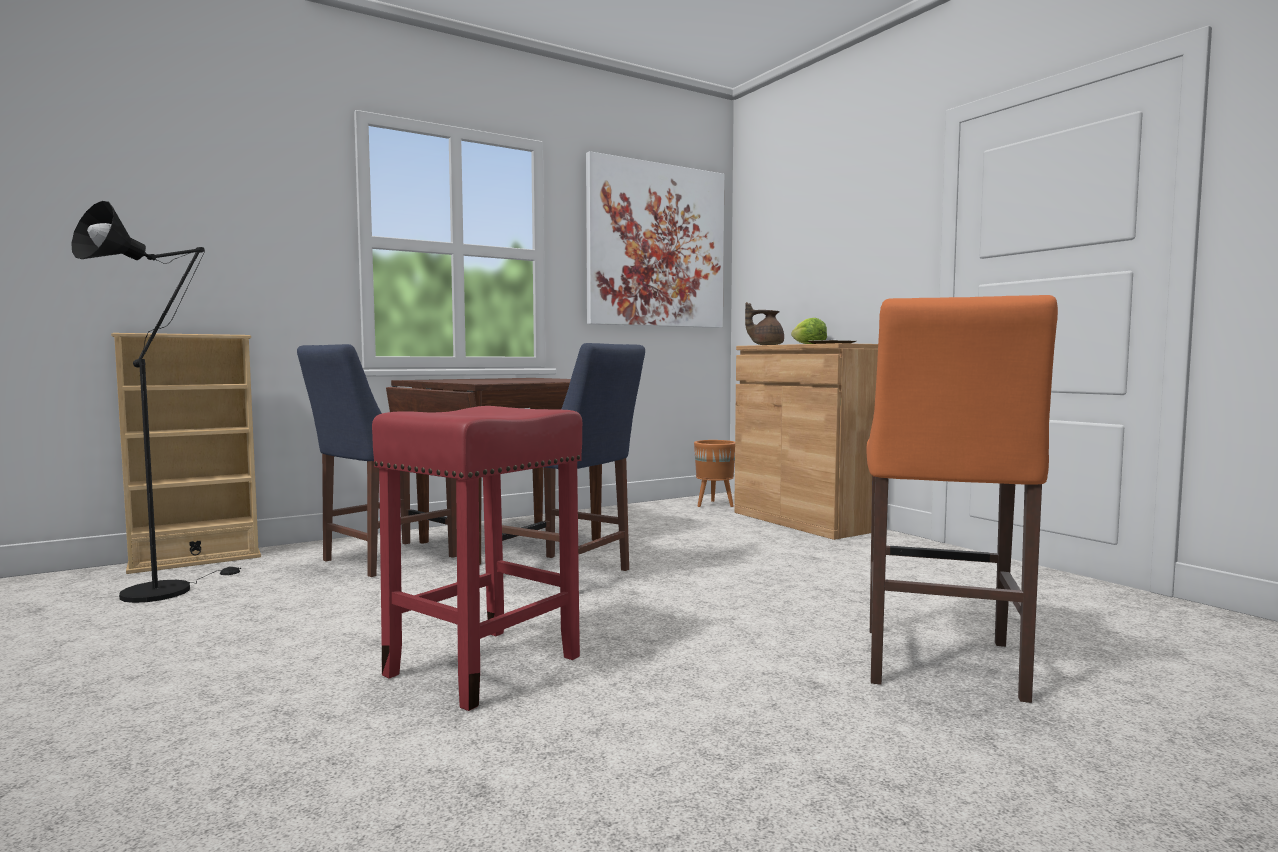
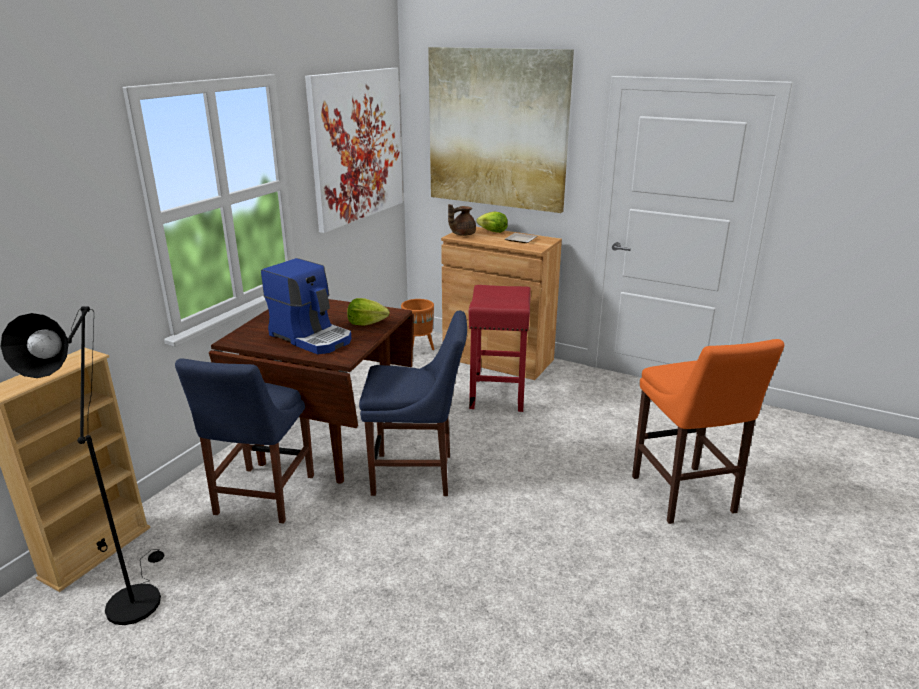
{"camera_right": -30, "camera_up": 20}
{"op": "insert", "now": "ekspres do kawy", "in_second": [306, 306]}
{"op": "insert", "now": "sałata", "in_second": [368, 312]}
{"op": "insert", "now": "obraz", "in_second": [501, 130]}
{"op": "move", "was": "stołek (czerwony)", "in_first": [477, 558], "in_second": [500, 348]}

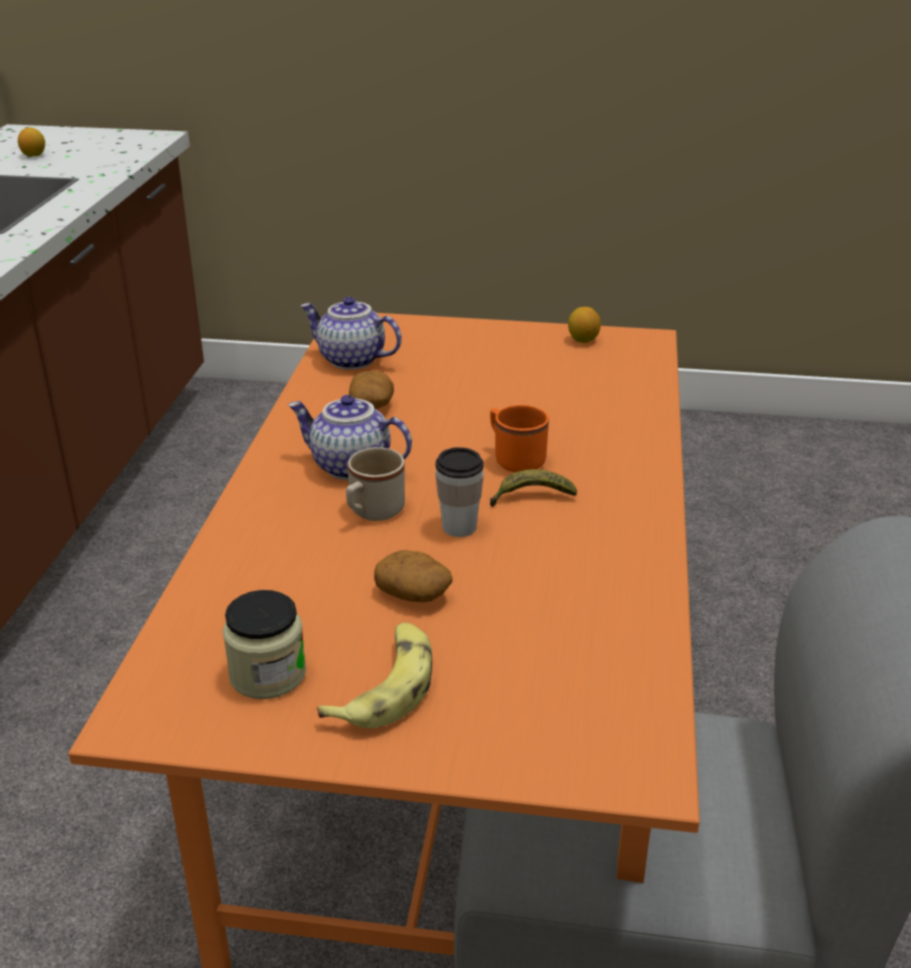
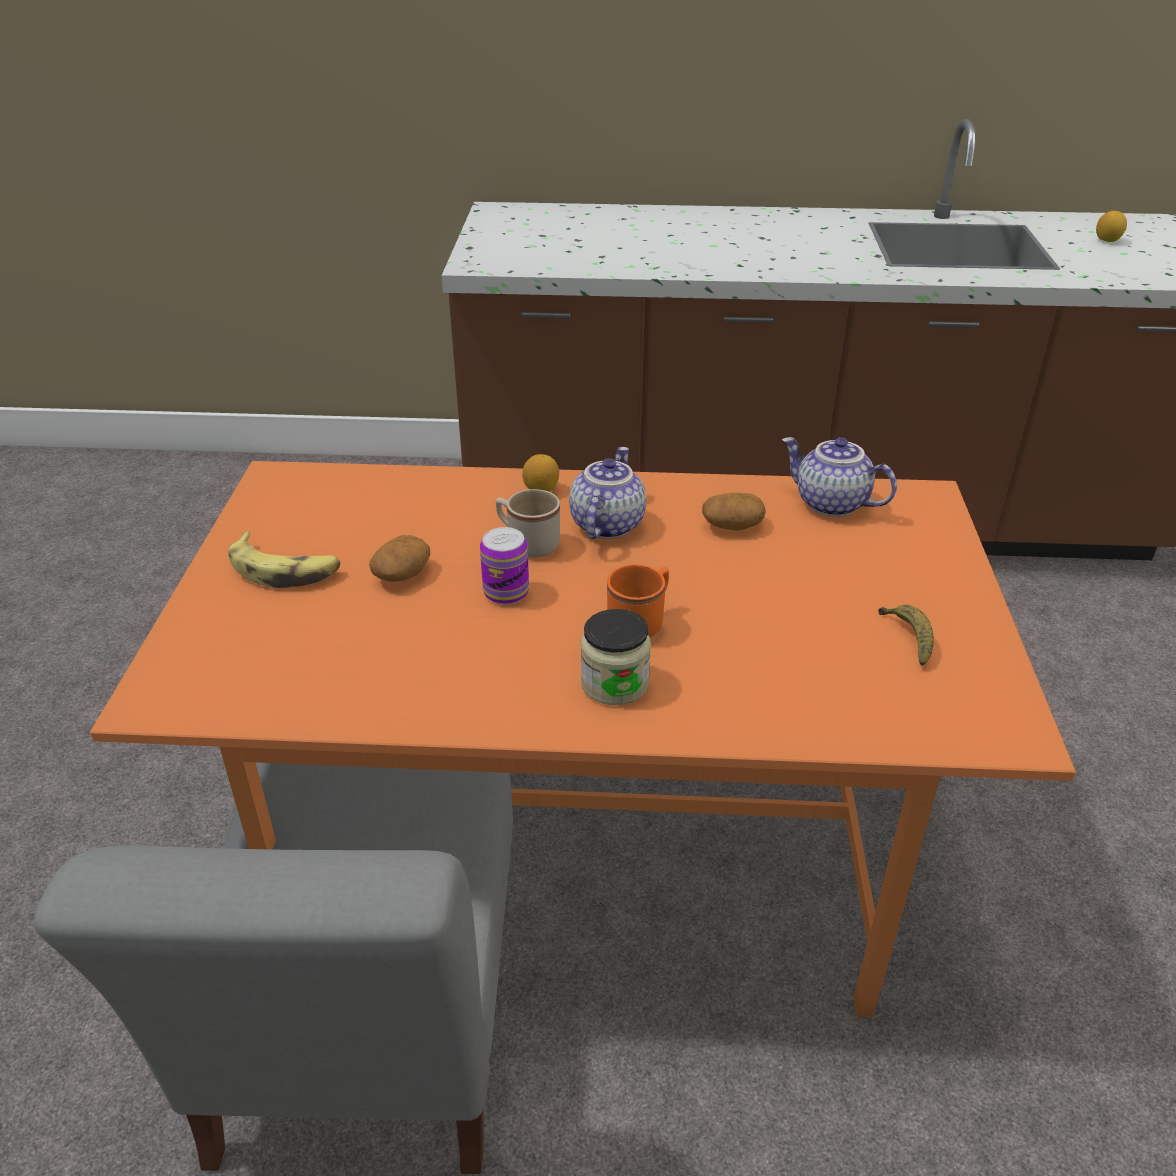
{"camera_right": 85, "camera_up": 5}
{"op": "move", "was": "słoik", "in_first": [264, 644], "in_second": [616, 657]}
{"op": "move", "was": "banan", "in_first": [533, 488], "in_second": [906, 635]}
{"op": "move", "was": "cytryna", "in_first": [584, 325], "in_second": [540, 472]}
{"op": "replace", "was": "filiżanka", "now": "puszka", "in_first": [459, 492], "in_second": [504, 566]}
{"op": "rotate", "was": "imbryk", "in_first": [351, 333], "in_second": [839, 477], "clockwise": -75}

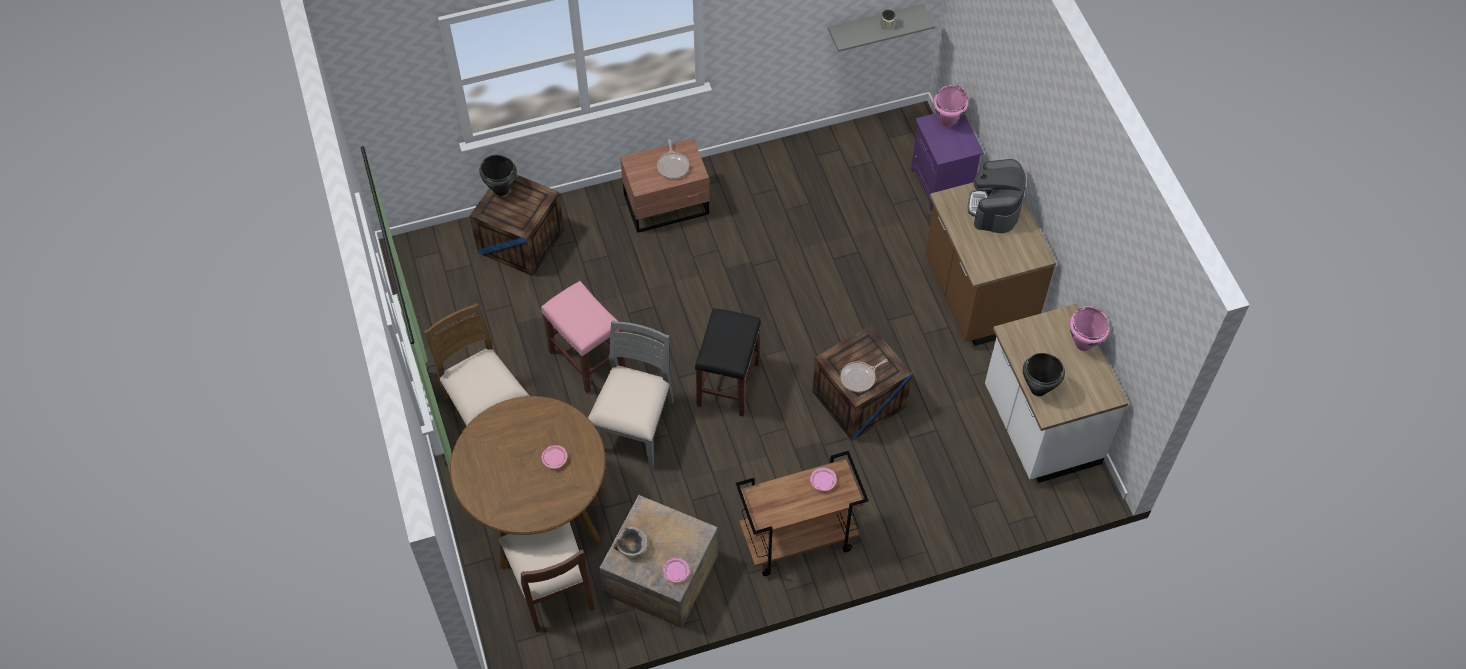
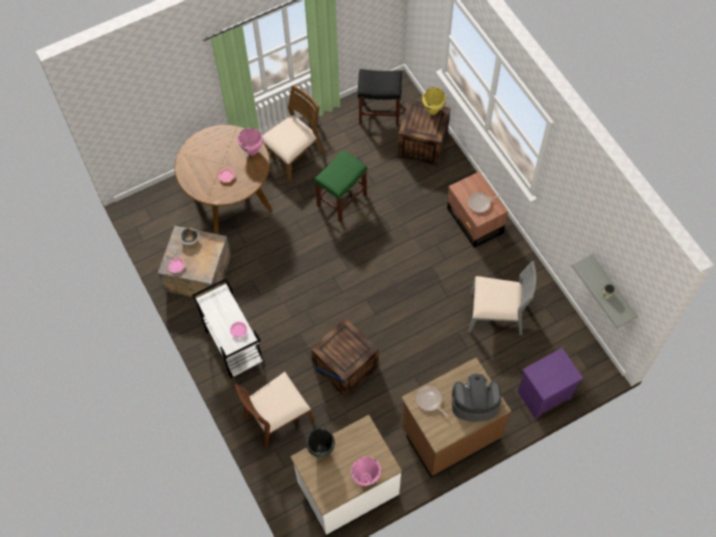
{"camera_right": 80, "camera_up": 5}
{"op": "move", "was": "krzesło (brązowy)", "in_first": [546, 577], "in_second": [274, 410]}
{"op": "move", "was": "krzesło (szary)", "in_first": [631, 394], "in_second": [502, 298]}
{"op": "move", "was": "stołek (czarny)", "in_first": [728, 362], "in_second": [380, 97]}
{"op": "move", "was": "patelnia", "in_first": [864, 375], "in_second": [432, 401]}
{"op": "move", "was": "garnek (różowy)", "in_first": [951, 106], "in_second": [250, 142]}
{"op": "recolor", "was": "garnek (czarny)", "now": "garnek (żółty)", "in_first": [498, 175], "in_second": [434, 101]}
{"op": "recolor", "was": "stołek (różowy)", "now": "stołek (zielony)", "in_first": [583, 337], "in_second": [340, 186]}
{"op": "recolor", "was": "wózek (brązowy)", "now": "wózek (biały)", "in_first": [802, 513], "in_second": [228, 328]}

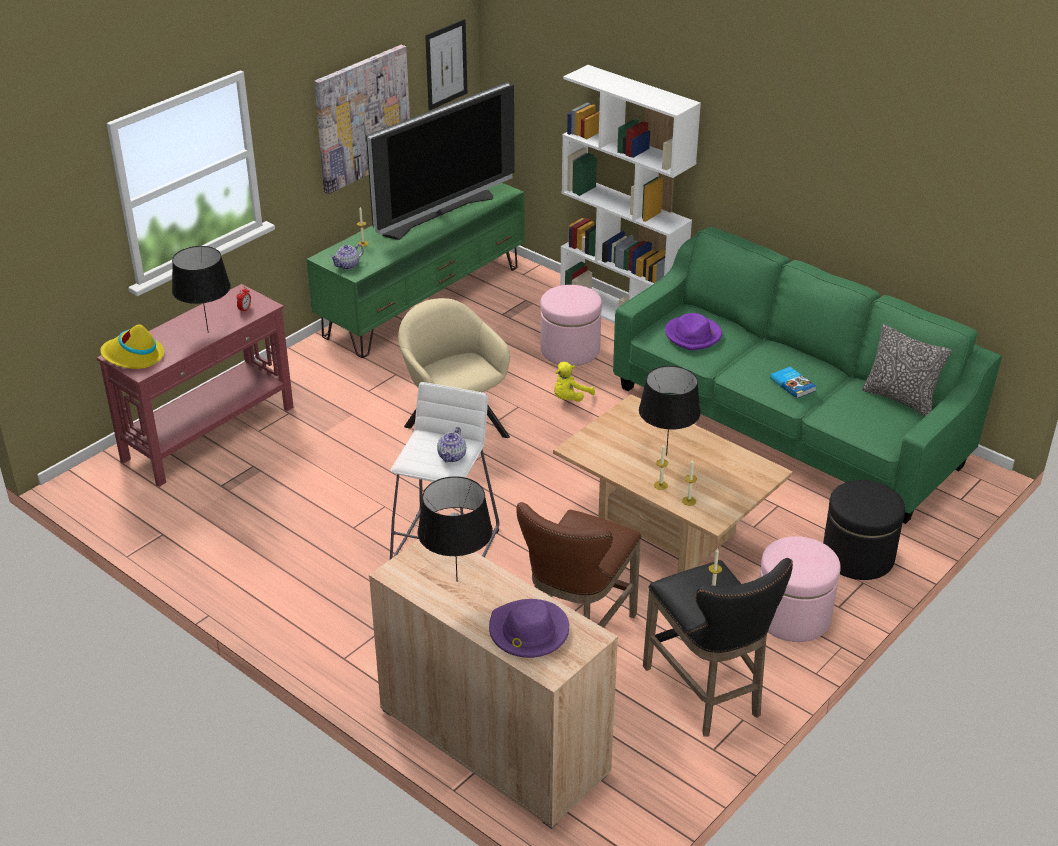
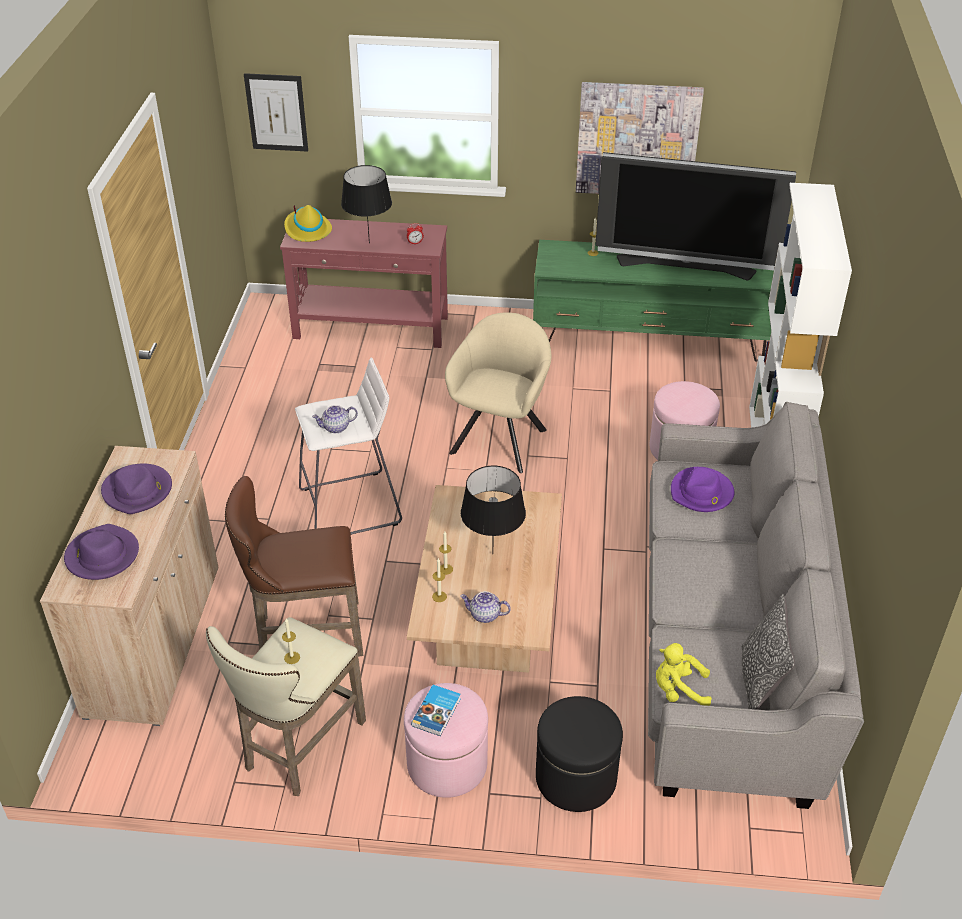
{"camera_right": 55, "camera_up": 5}
{"op": "move", "was": "imbryk", "in_first": [347, 257], "in_second": [485, 607]}
{"op": "move", "was": "obraz", "in_first": [446, 65], "in_second": [276, 112]}
{"op": "move", "was": "pluszak (żółty)", "in_first": [574, 382], "in_second": [684, 674]}
{"op": "move", "was": "książka", "in_first": [793, 382], "in_second": [436, 710]}
{"op": "replace", "was": "lampa stołowa (czarny)", "now": "kapelusz (fioletowy)", "in_first": [455, 529], "in_second": [136, 489]}
{"op": "recolor", "was": "kanapa (zielony)", "now": "kanapa (szary)", "in_first": [807, 375], "in_second": [756, 605]}
{"op": "recolor", "was": "stołek (czarny)", "now": "stołek (beżowy)", "in_first": [718, 647], "in_second": [286, 706]}

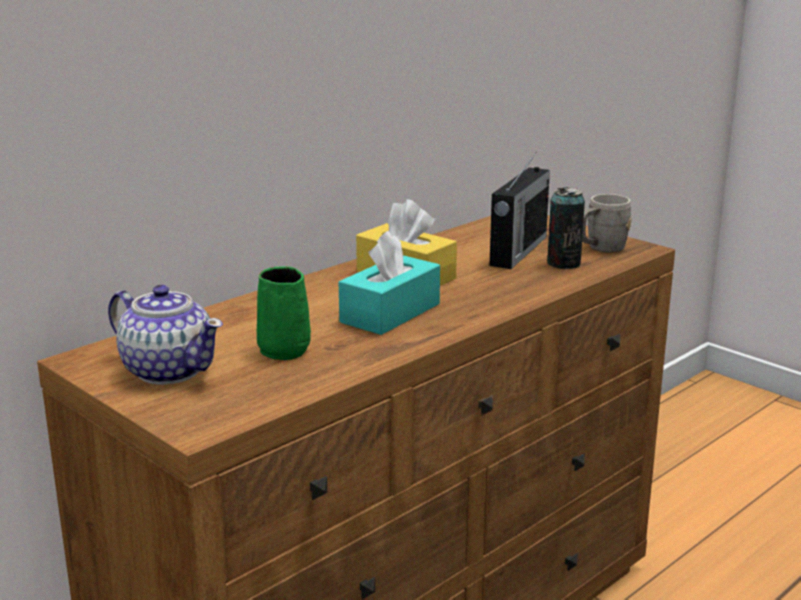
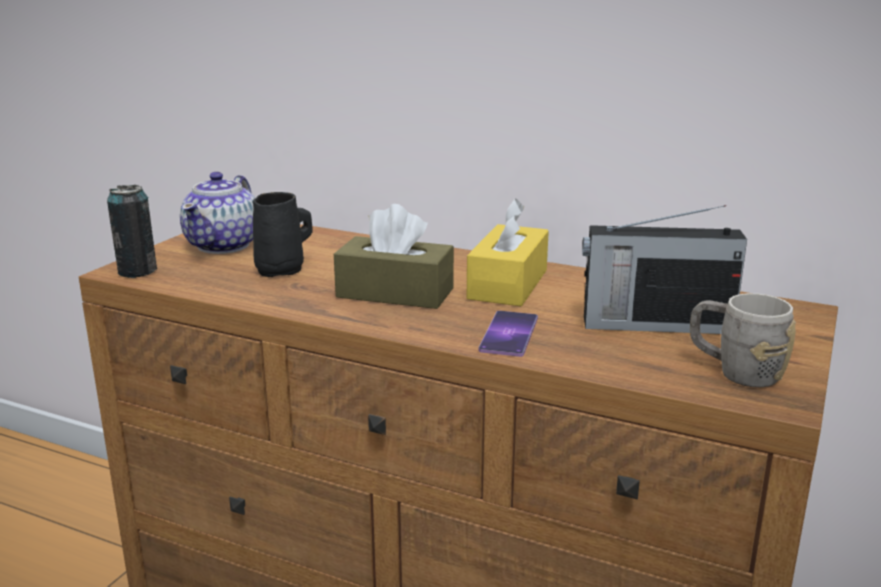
{"camera_right": 70, "camera_up": 0}
{"op": "insert", "now": "telefon", "in_second": [508, 334]}
{"op": "move", "was": "puszka", "in_first": [566, 228], "in_second": [132, 231]}
{"op": "recolor", "was": "kubek (zielony)", "now": "kubek (czarny)", "in_first": [284, 313], "in_second": [283, 234]}
{"op": "recolor", "was": "pudełko chusteczek (turkusowy)", "now": "pudełko chusteczek (brązowy)", "in_first": [389, 283], "in_second": [394, 256]}

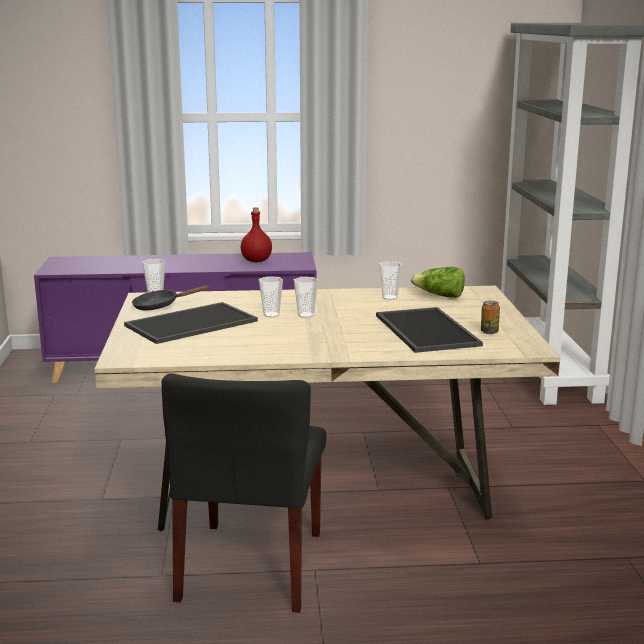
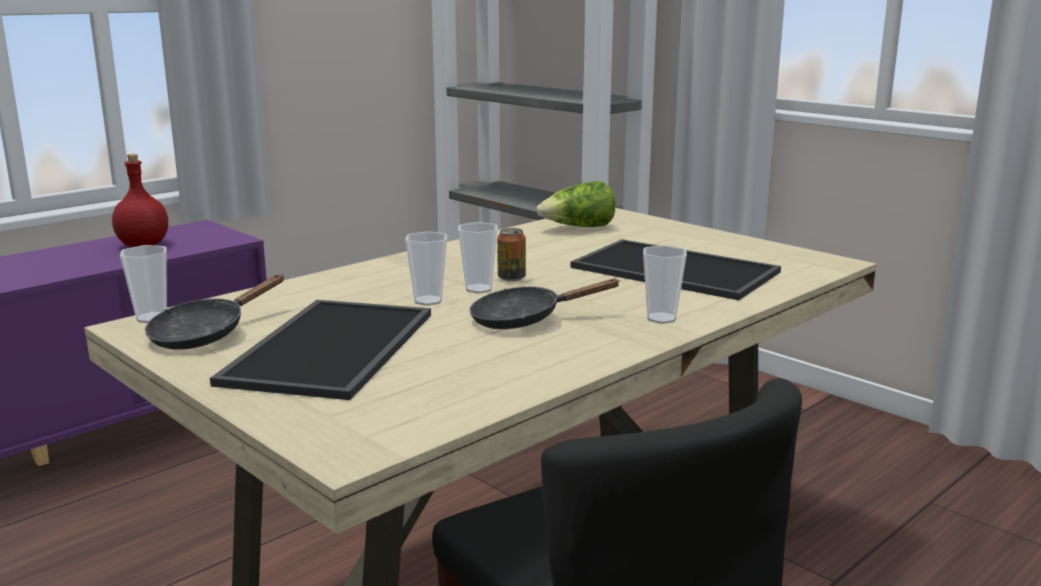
{"camera_right": -40, "camera_up": 0}
{"op": "insert", "now": "patelnia (czarny)", "in_second": [544, 304]}
{"op": "move", "was": "filiżanka", "in_first": [391, 280], "in_second": [665, 284]}
{"op": "move", "was": "puszka", "in_first": [490, 317], "in_second": [511, 254]}

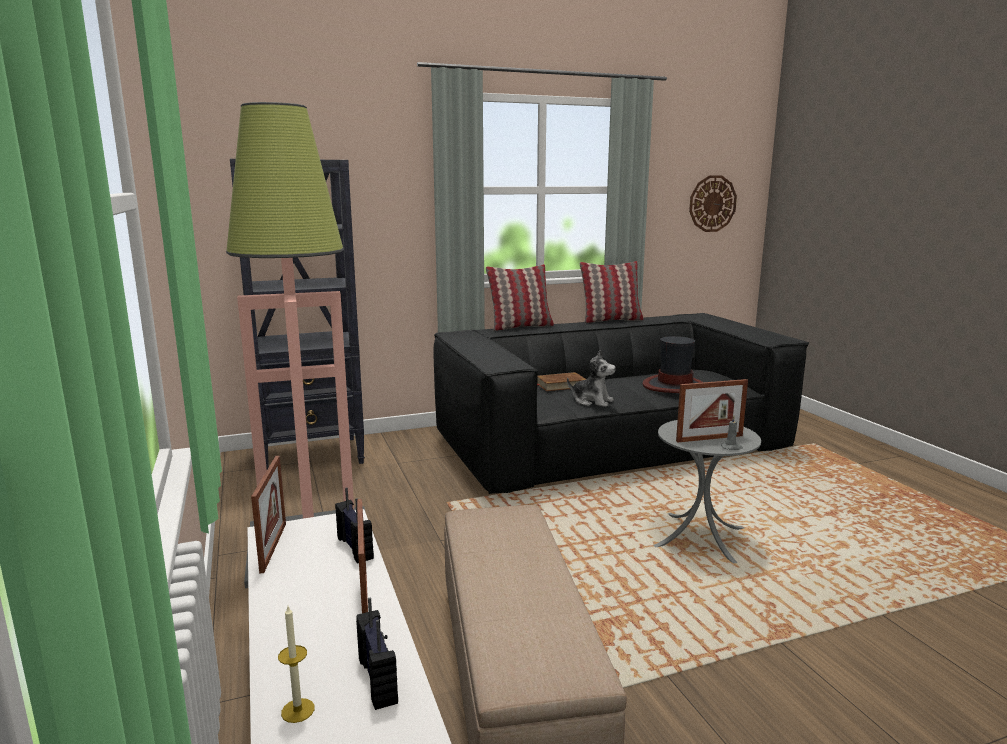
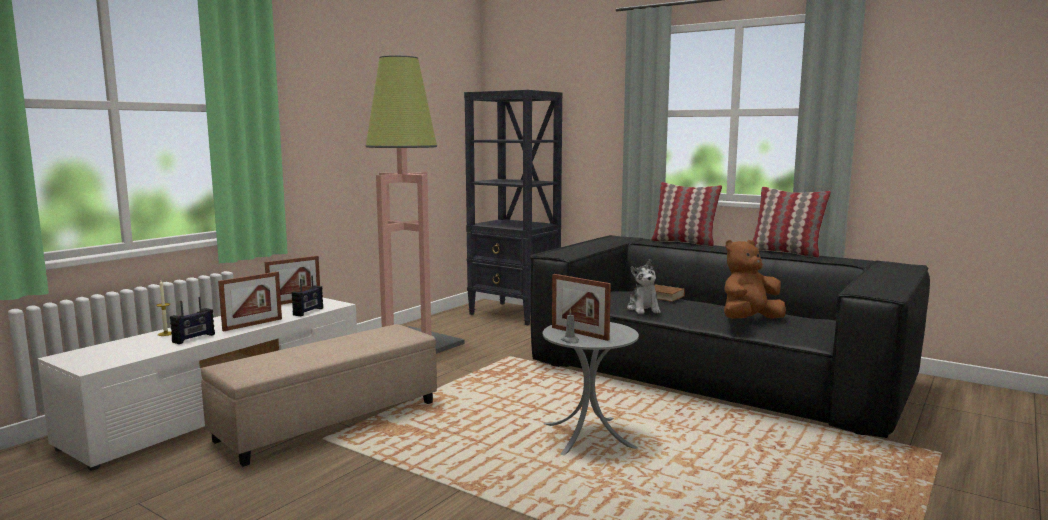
{"camera_right": 55, "camera_up": -5}
{"op": "delete", "was": "zegar ścienny", "in_first": [713, 203]}
{"op": "replace", "was": "kapelusz", "now": "pluszak (brązowy)", "in_first": [673, 364], "in_second": [755, 279]}

